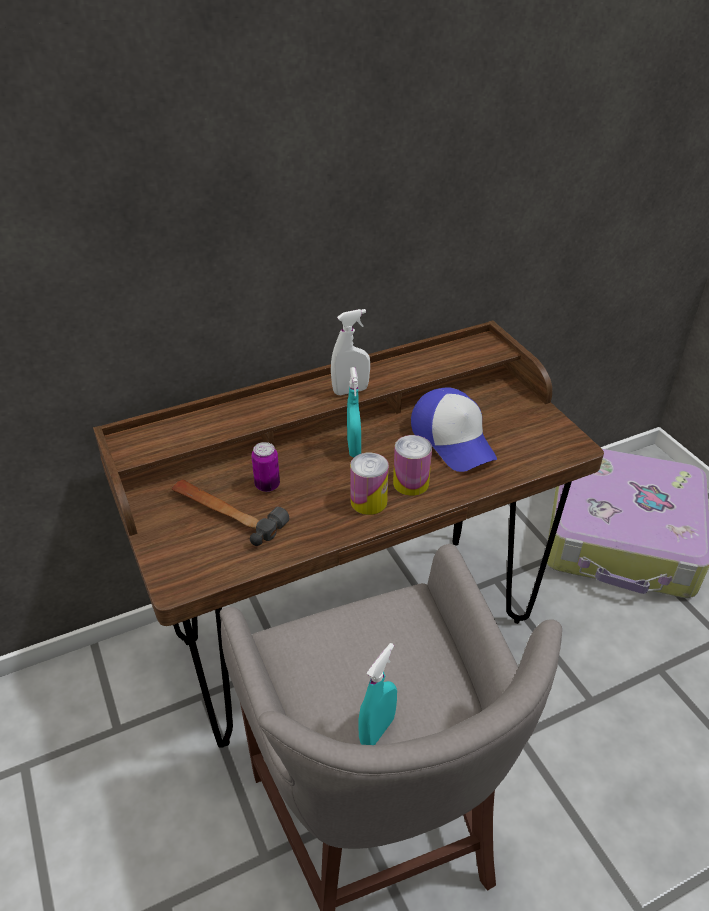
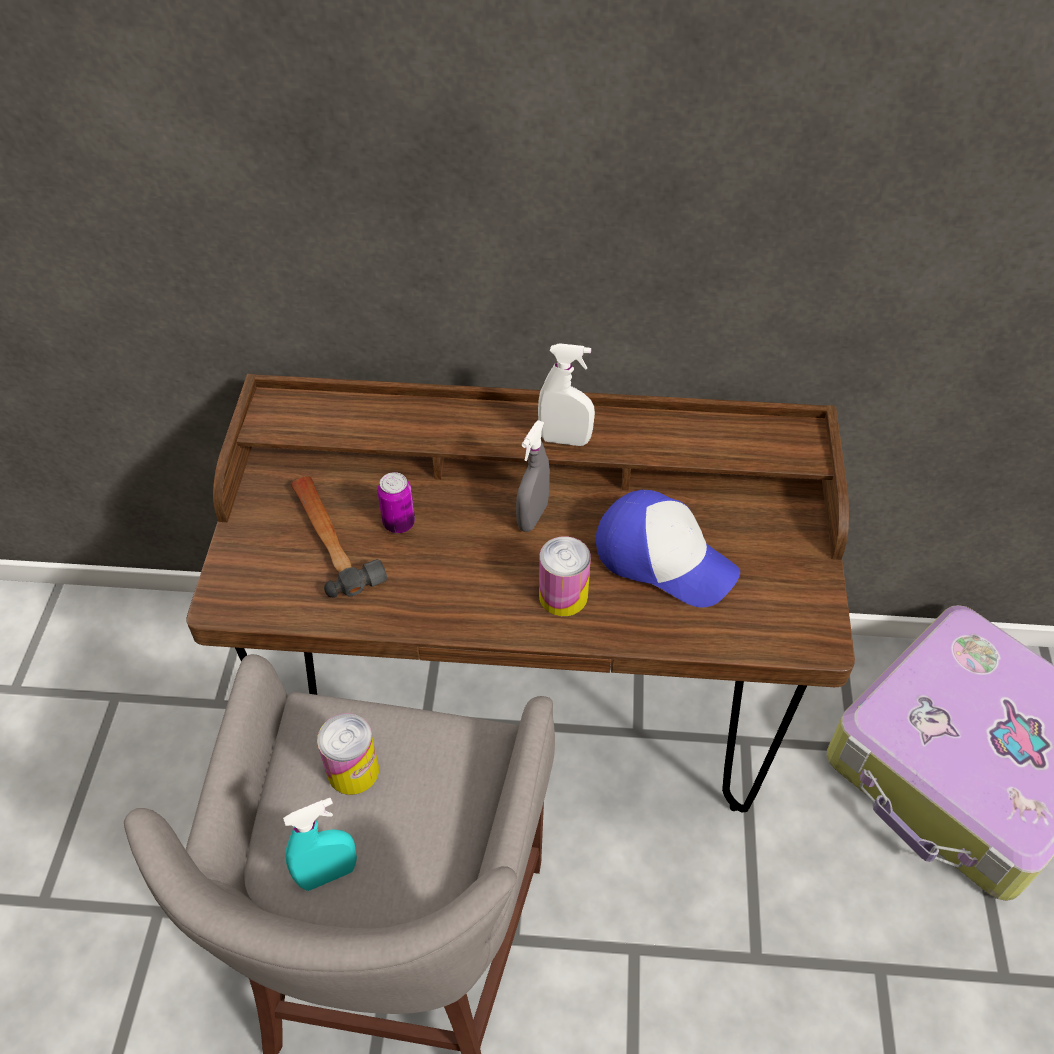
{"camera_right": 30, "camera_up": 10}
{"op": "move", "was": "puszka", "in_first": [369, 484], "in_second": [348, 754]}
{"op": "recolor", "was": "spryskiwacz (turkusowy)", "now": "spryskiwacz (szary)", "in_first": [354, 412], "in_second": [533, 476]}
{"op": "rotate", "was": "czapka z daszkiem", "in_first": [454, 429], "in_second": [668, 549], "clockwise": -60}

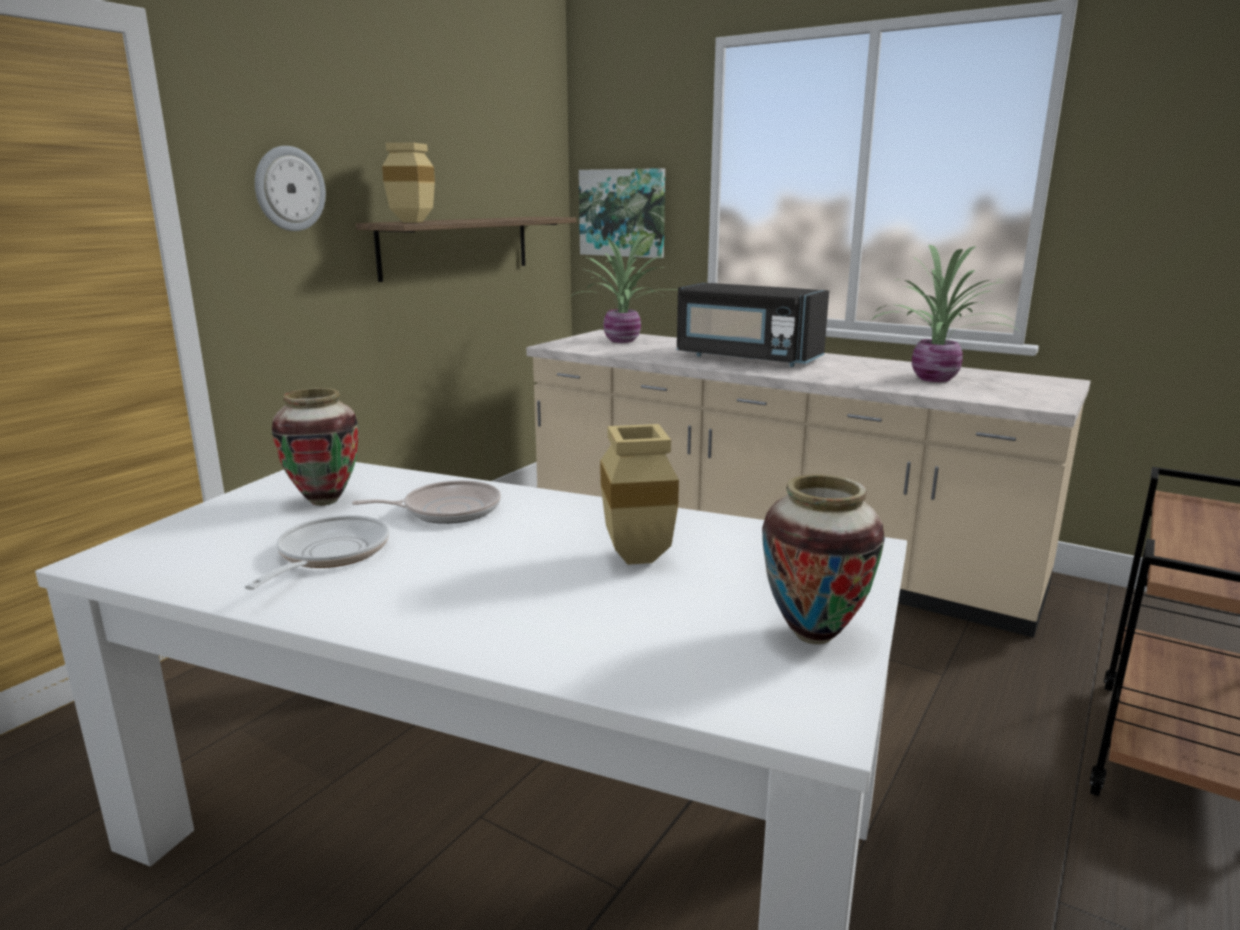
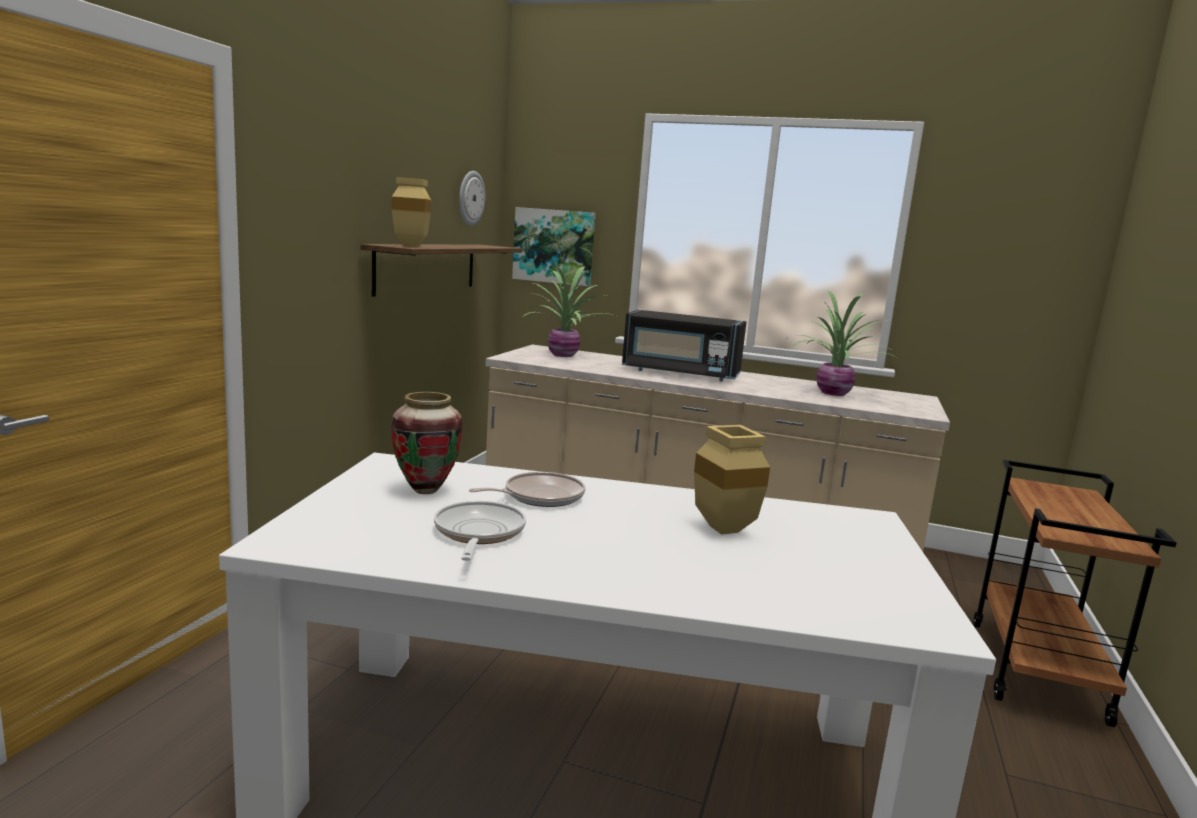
{"camera_right": -15, "camera_up": -5}
{"op": "delete", "was": "wazon", "in_first": [823, 559]}
{"op": "move", "was": "zegar ścienny", "in_first": [290, 188], "in_second": [472, 198]}

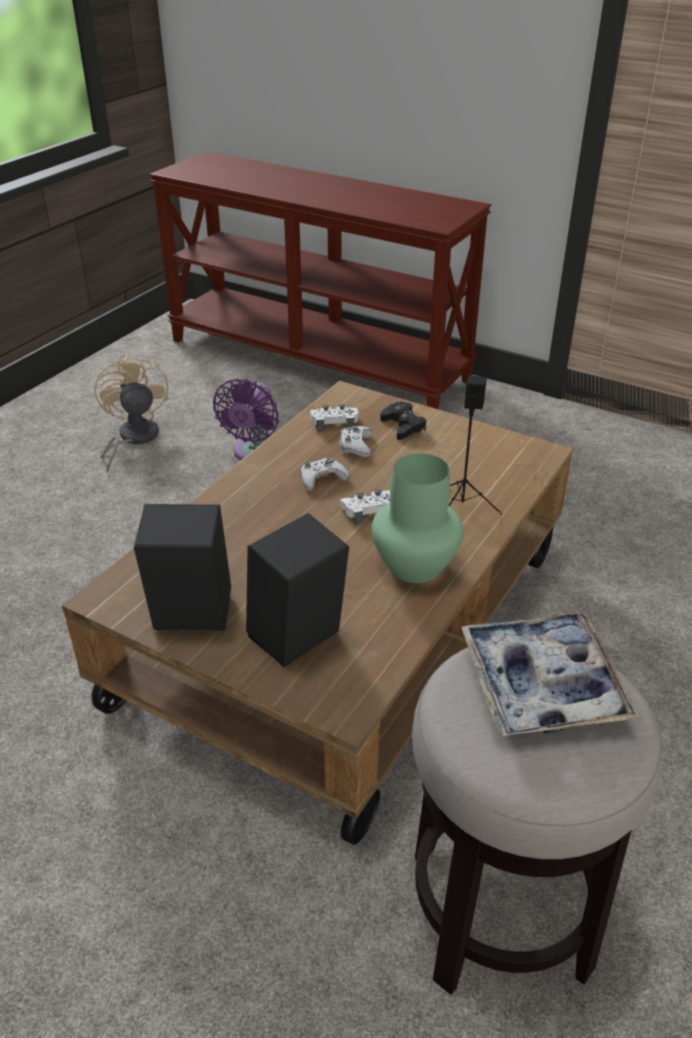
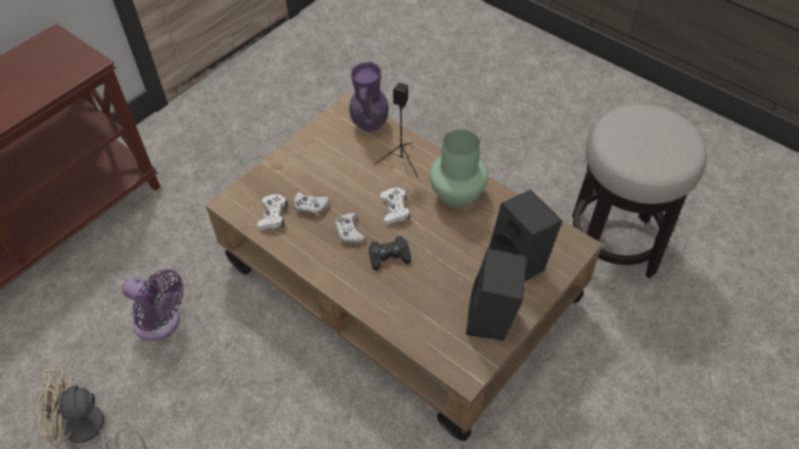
{"camera_right": -80, "camera_up": 15}
{"op": "delete", "was": "taca", "in_first": [550, 674]}
{"op": "insert", "now": "wazon (fioletowy)", "in_second": [369, 97]}
{"op": "move", "was": "pad do gier (czarny)", "in_first": [403, 421], "in_second": [390, 253]}

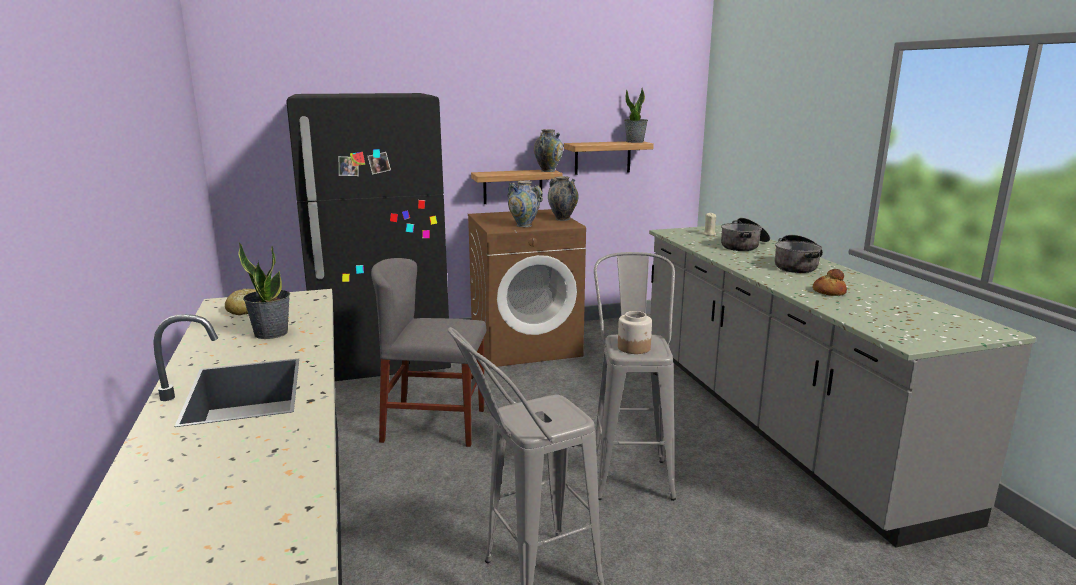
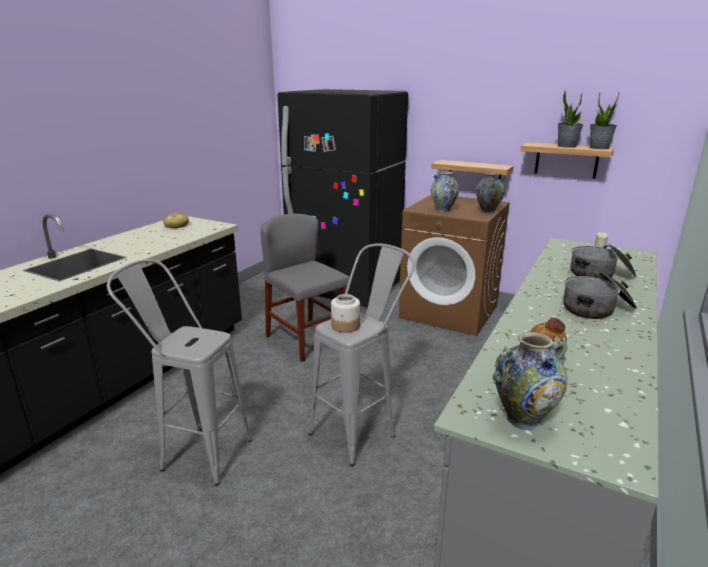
{"camera_right": 45, "camera_up": 5}
{"op": "move", "was": "roślina doniczkowa", "in_first": [264, 290], "in_second": [571, 119]}
{"op": "move", "was": "wazon", "in_first": [548, 150], "in_second": [530, 381]}

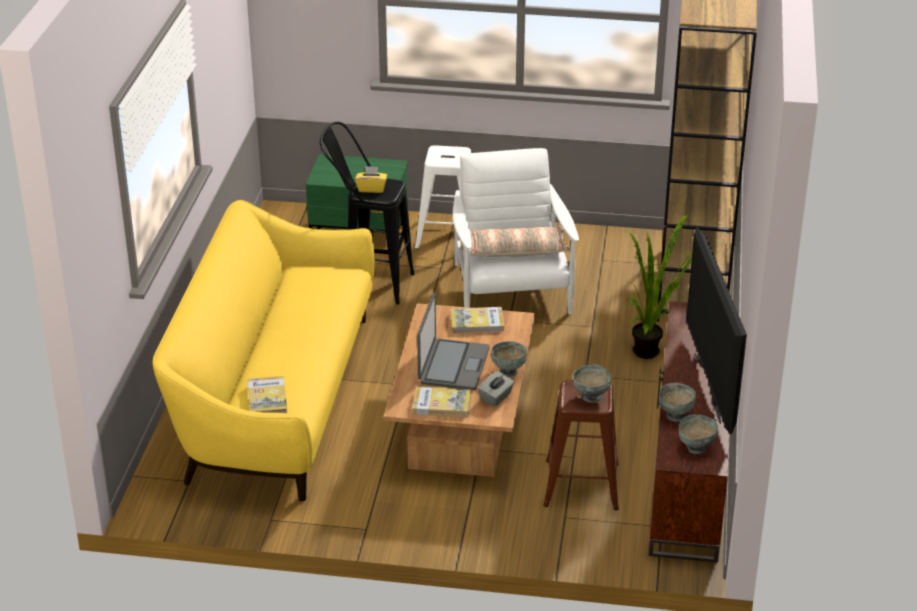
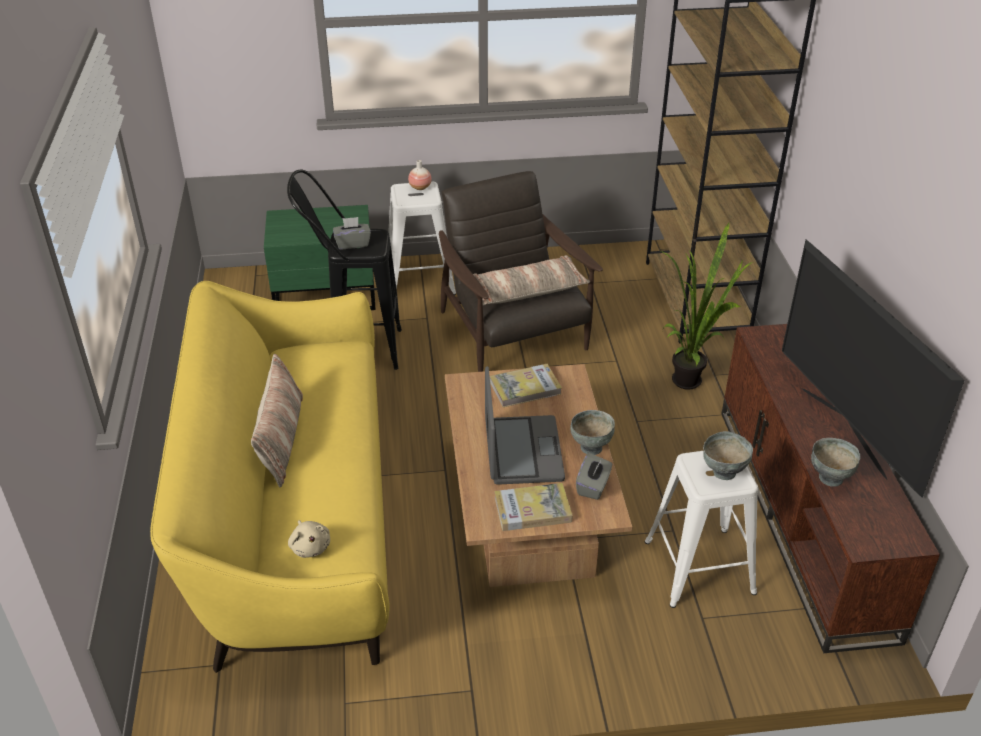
{"camera_right": -15, "camera_up": 5}
{"op": "delete", "was": "miska (szary)", "in_first": [698, 434]}
{"op": "insert", "now": "poduszka", "in_second": [277, 420]}
{"op": "insert", "now": "wazon", "in_second": [419, 175]}
{"op": "replace", "was": "książka", "now": "pluszak (beżowy)", "in_first": [267, 394], "in_second": [309, 539]}
{"op": "recolor", "was": "pudełko chusteczek (żółty)", "now": "pudełko chusteczek (szary)", "in_first": [371, 179], "in_second": [352, 233]}
{"op": "recolor", "was": "fotel (biały)", "now": "fotel (brązowy)", "in_first": [516, 231], "in_second": [521, 271]}
{"op": "recolor", "was": "stołek (brązowy)", "now": "stołek (biały)", "in_first": [581, 445], "in_second": [701, 529]}

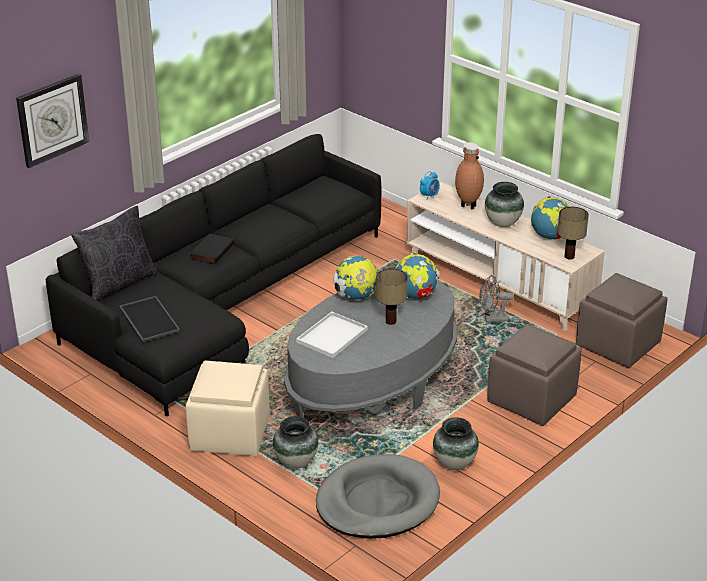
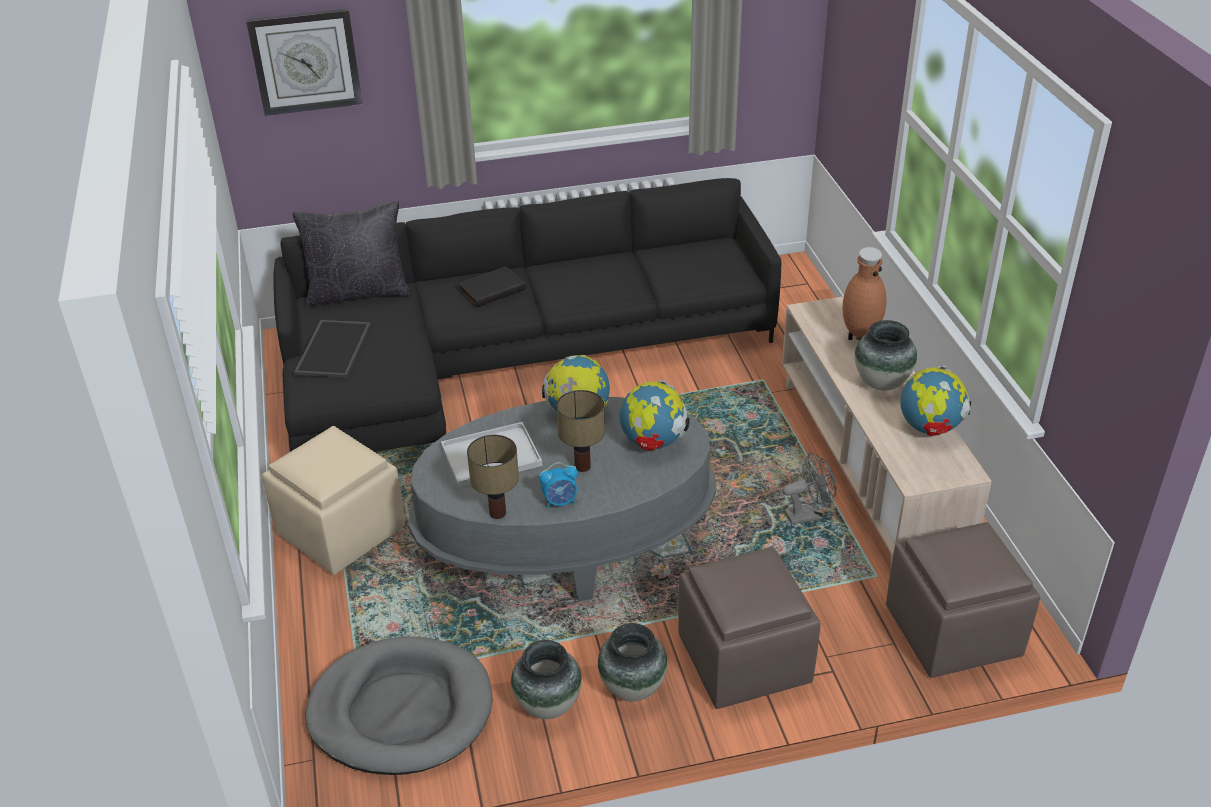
{"camera_right": 35, "camera_up": 5}
{"op": "move", "was": "wazon", "in_first": [295, 442], "in_second": [632, 662]}
{"op": "move", "was": "budzik", "in_first": [430, 185], "in_second": [558, 485]}
{"op": "move", "was": "lampa stołowa", "in_first": [573, 233], "in_second": [493, 477]}
{"op": "rotate", "was": "wentylator (szary)", "in_first": [496, 298], "in_second": [809, 488], "clockwise": 135}

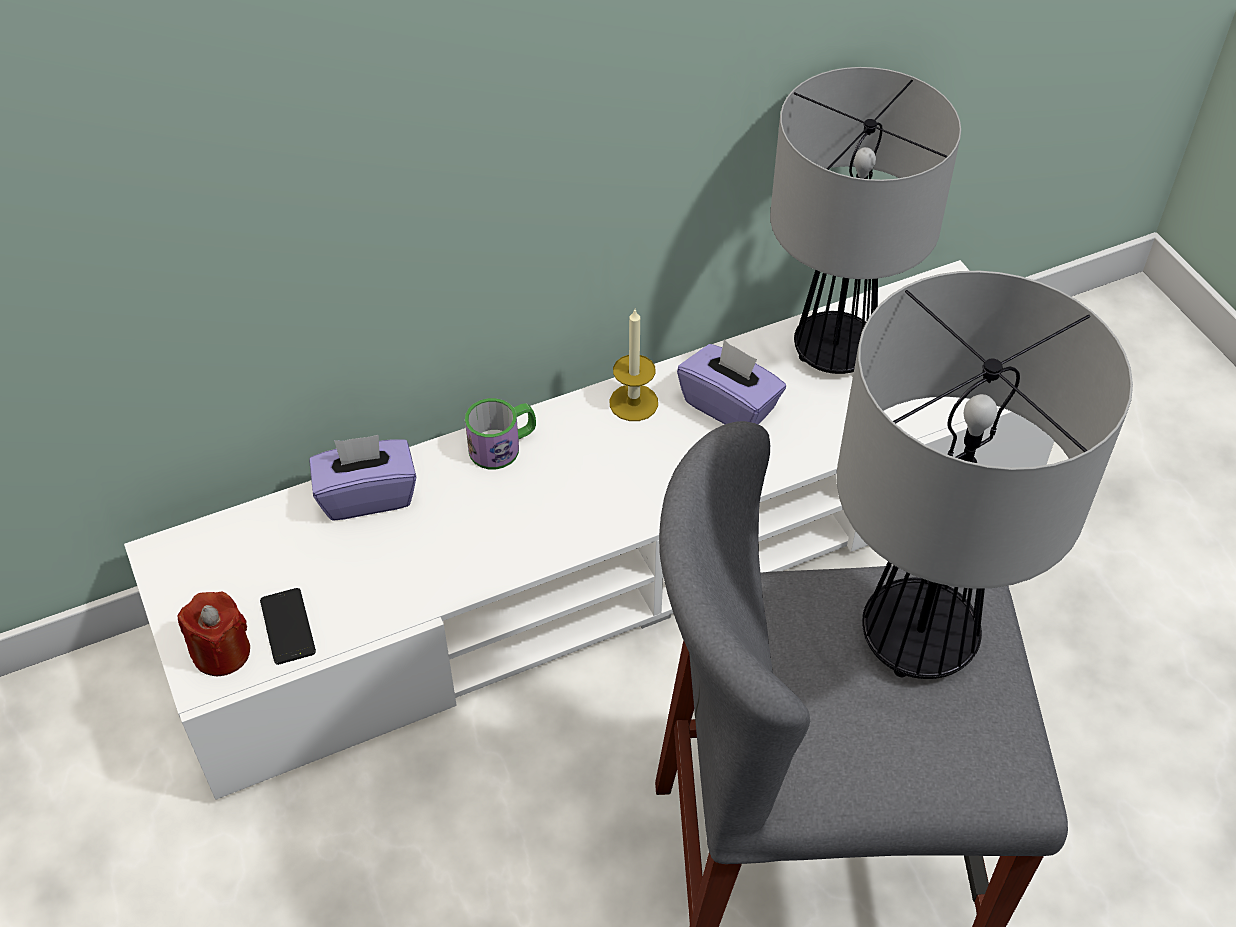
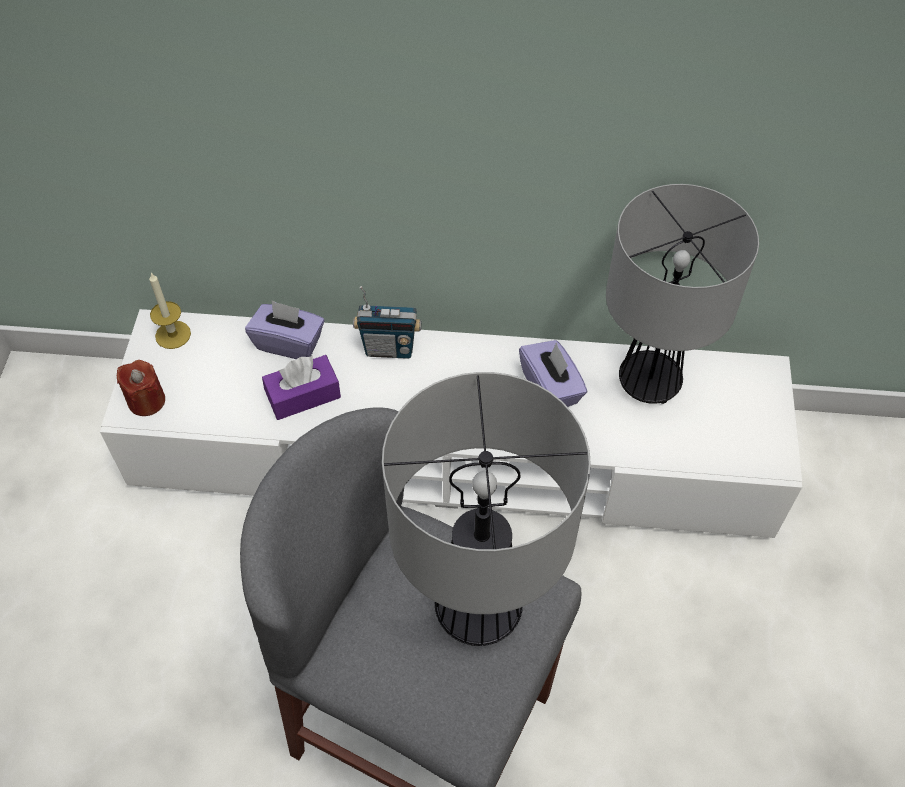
{"camera_right": 30, "camera_up": 5}
{"op": "delete", "was": "telefon", "in_first": [288, 626]}
{"op": "insert", "now": "pudełko chusteczek (fioletowy)", "in_second": [301, 387]}
{"op": "move", "was": "świeca", "in_first": [634, 365], "in_second": [170, 311]}
{"op": "replace", "was": "kubek", "now": "radio", "in_first": [500, 433], "in_second": [387, 322]}

